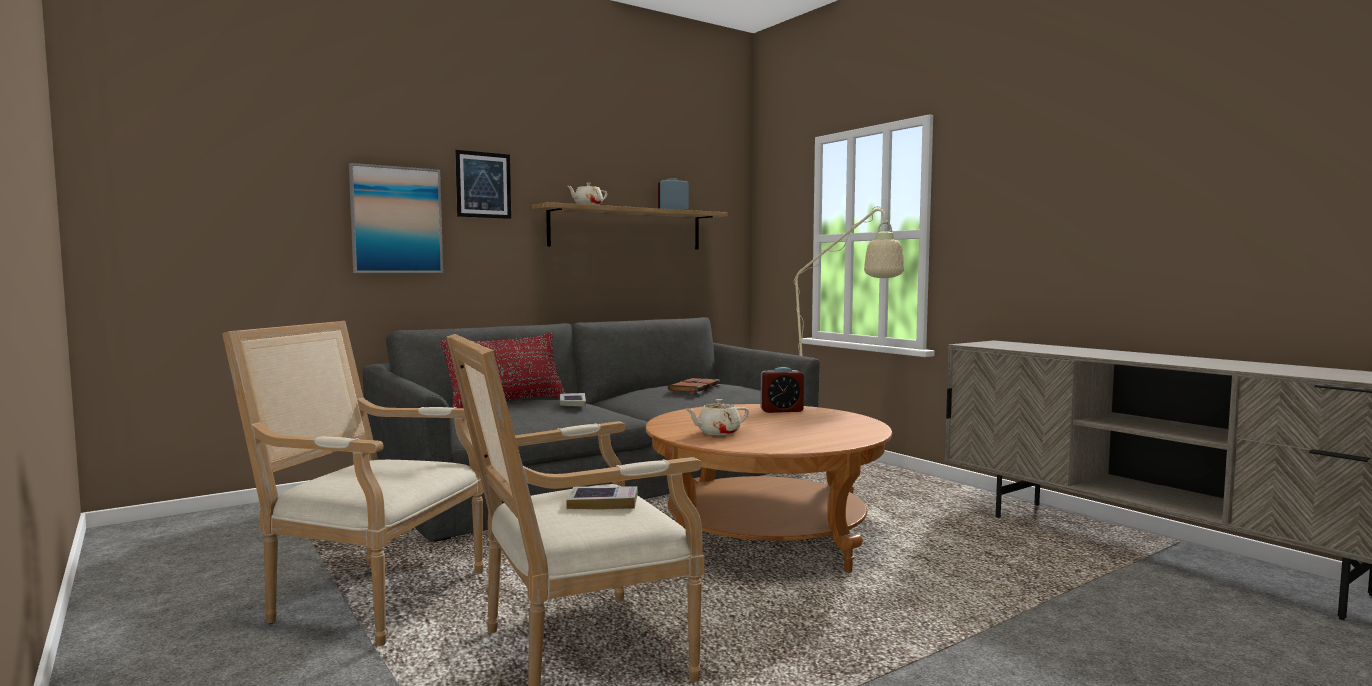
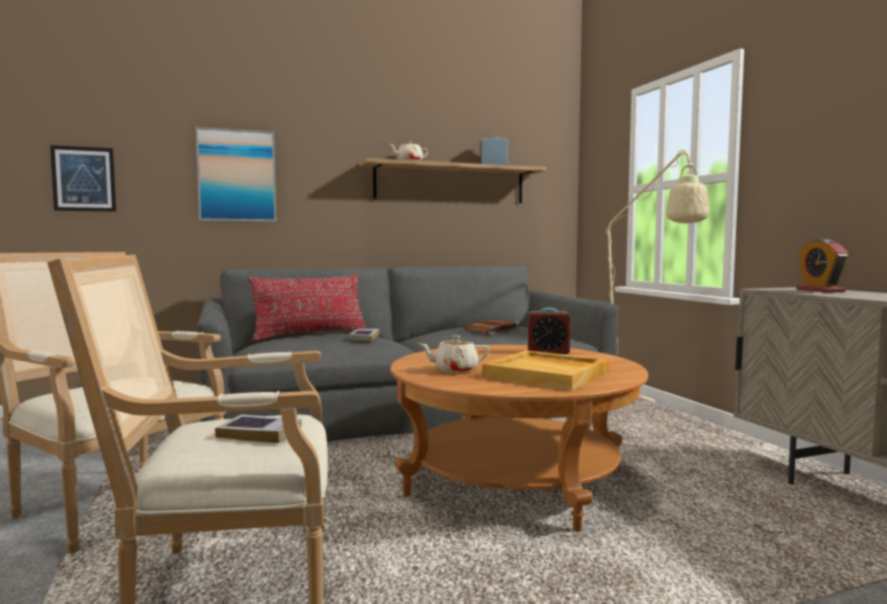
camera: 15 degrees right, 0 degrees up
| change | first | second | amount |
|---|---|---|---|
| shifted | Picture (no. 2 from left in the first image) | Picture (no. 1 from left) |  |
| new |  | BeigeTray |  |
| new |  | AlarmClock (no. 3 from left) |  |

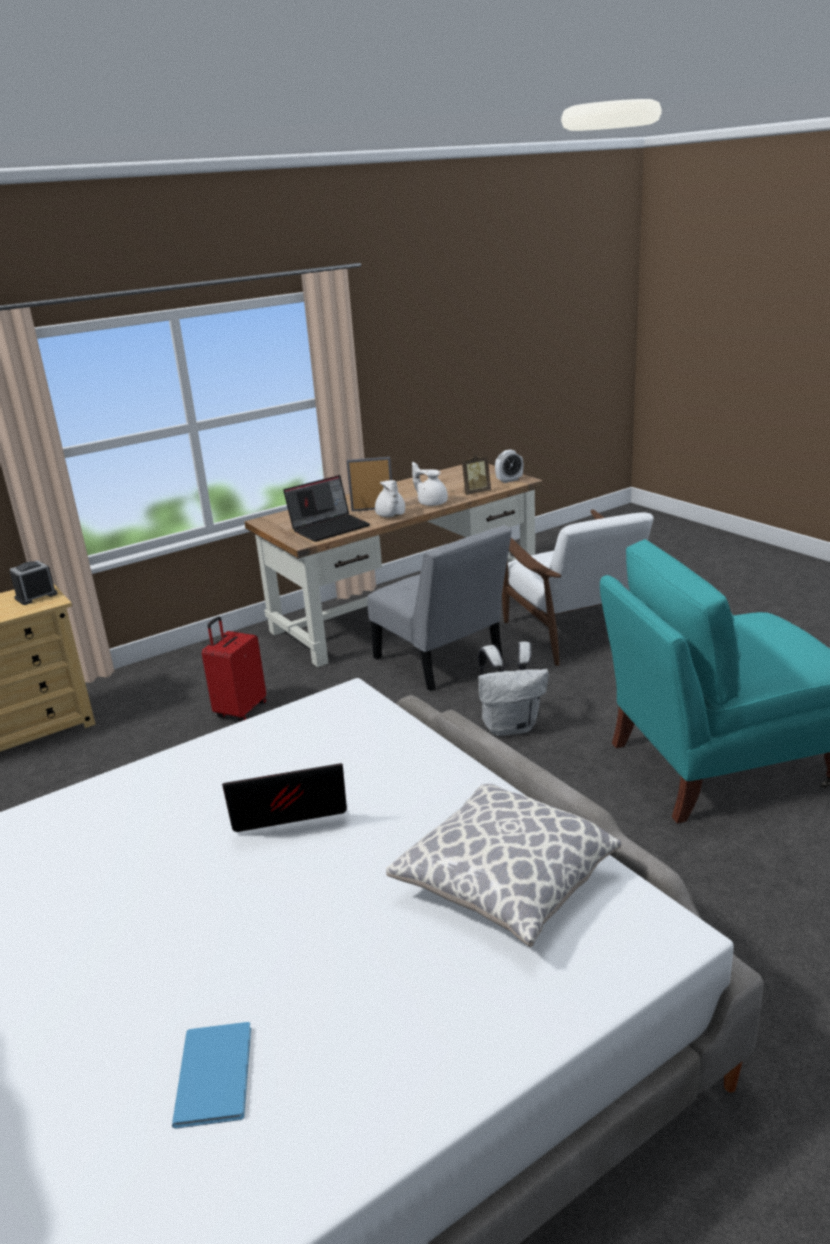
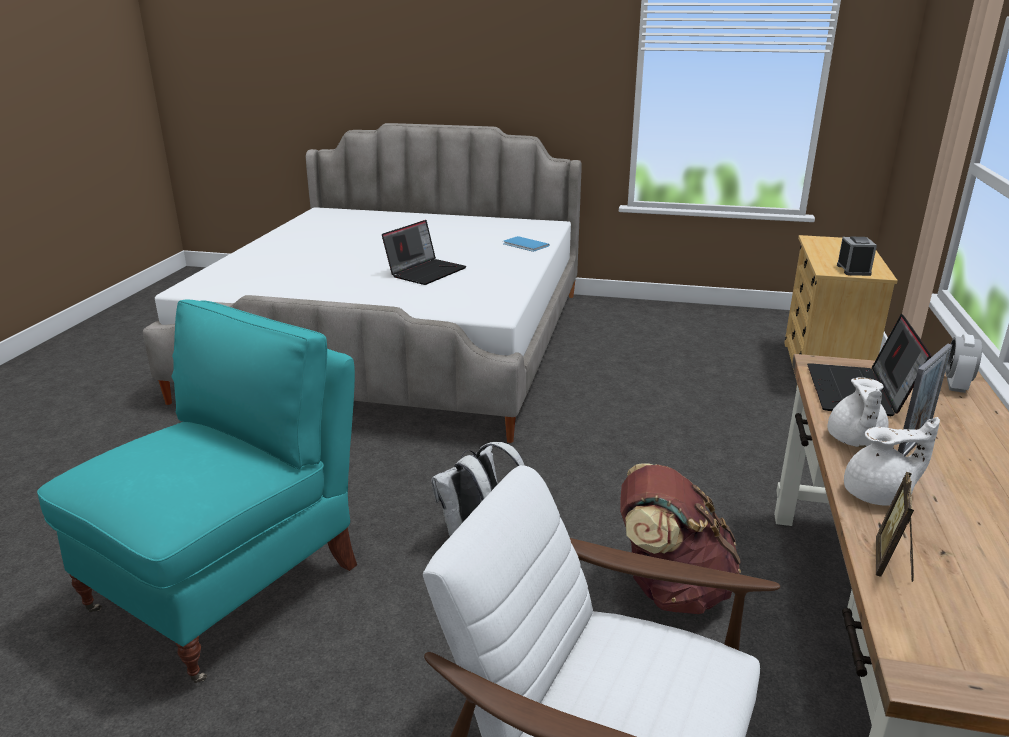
camera: 135 degrees right, 0 degrees up
| change | first | second | amount |
|---|---|---|---|
| shifted | BlueBook |  |  |
| gone | RedSuitcase |  |  |
| swapped | GreyChair | BrownBackpack |  |
| rotated | WhiteTeapot (no. 1 from left) |  | 105 degrees counterclockwise |
| gone | Pillow |  |  |
| shifted | AlarmClock (no. 2 from left) |  |  |

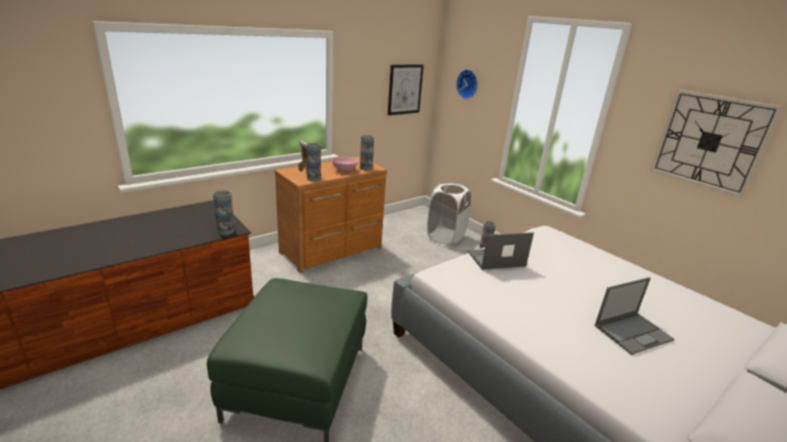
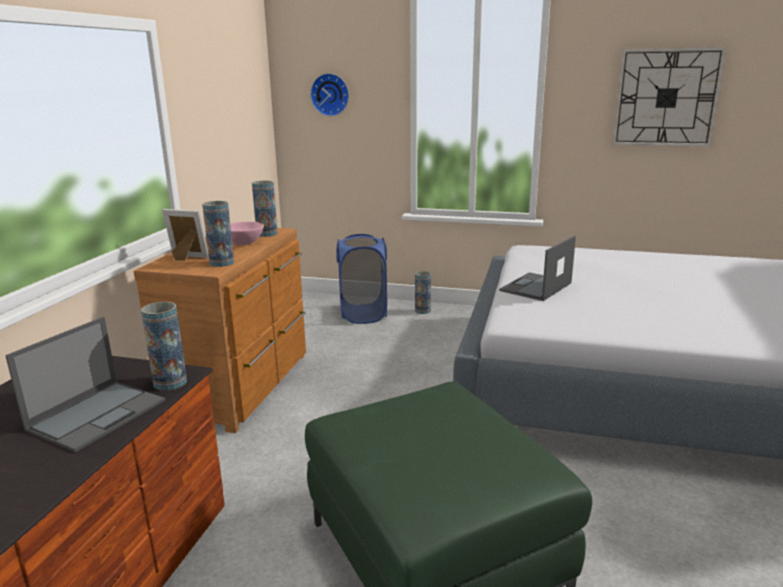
camera: 35 degrees left, 5 degrees down
| change | first | second | amount |
|---|---|---|---|
| gone | Picture |  |  |
| repainted | WhiteLaundryBasket | BlueLaundryBasket |  |
| shifted | Laptop (no. 2 from left in the first image) | Laptop (no. 1 from left) |  |

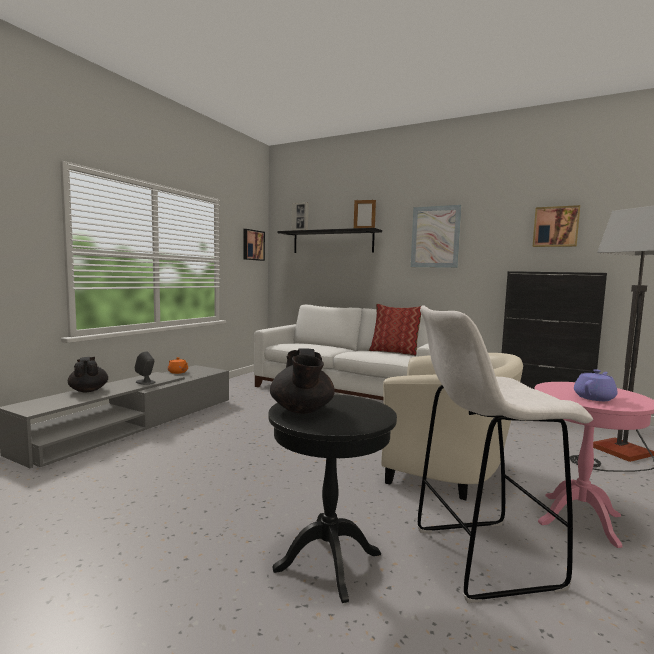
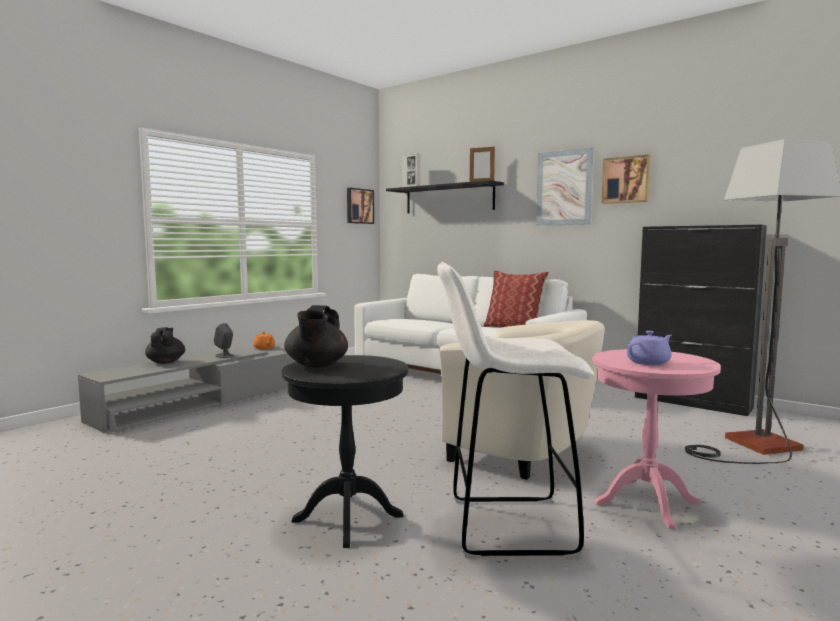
camera: 10 degrees right, 0 degrees up
| change | first | second | amount |
|---|---|---|---|
| shifted | Picture (no. 3 from left) |  |  |

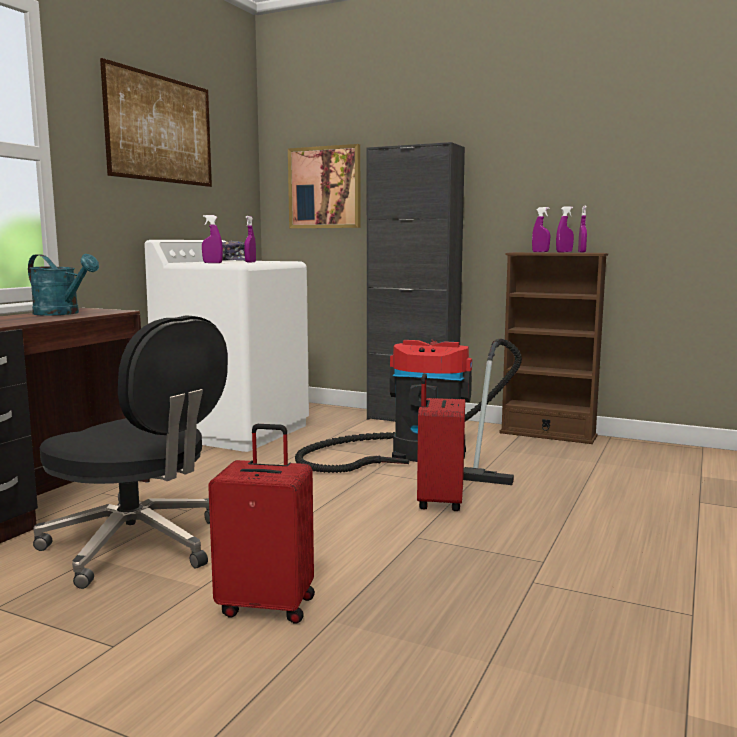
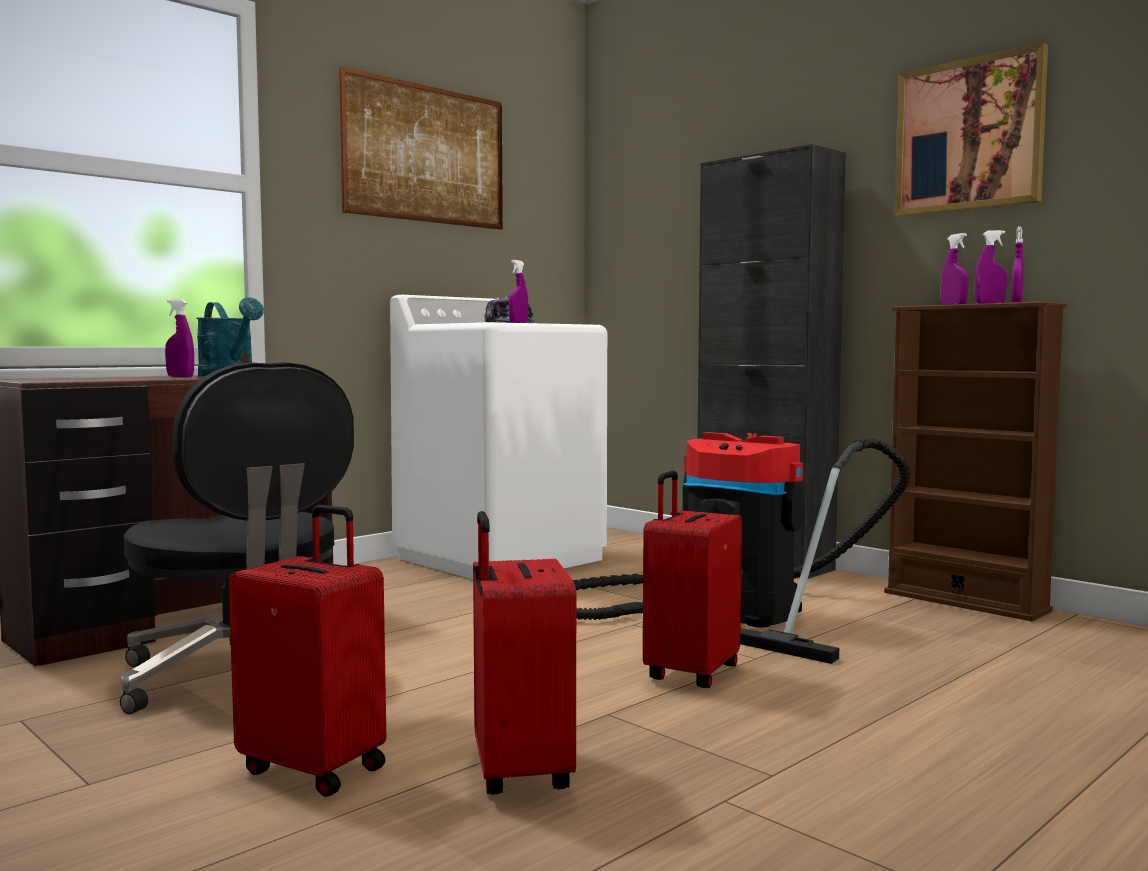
camera: 20 degrees right, 5 degrees down
| change | first | second | amount |
|---|---|---|---|
| shifted | PurpleSprayBottle (no. 1 from left) |  |  |
| shifted | Picture (no. 2 from left) |  |  |
| new |  | RedSuitcase (no. 2 from left) |  |

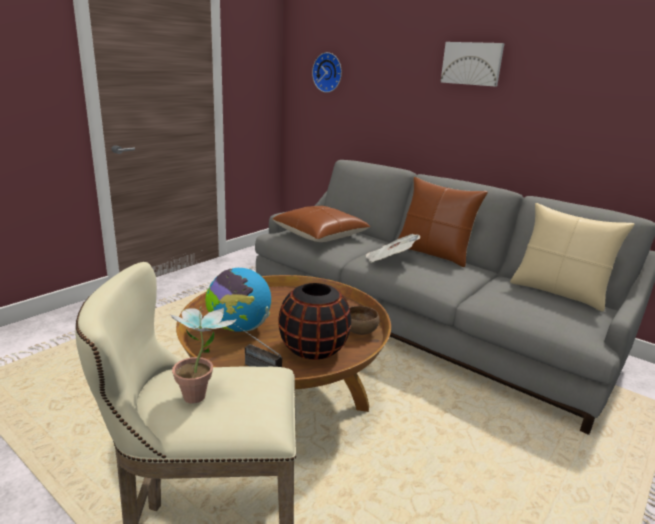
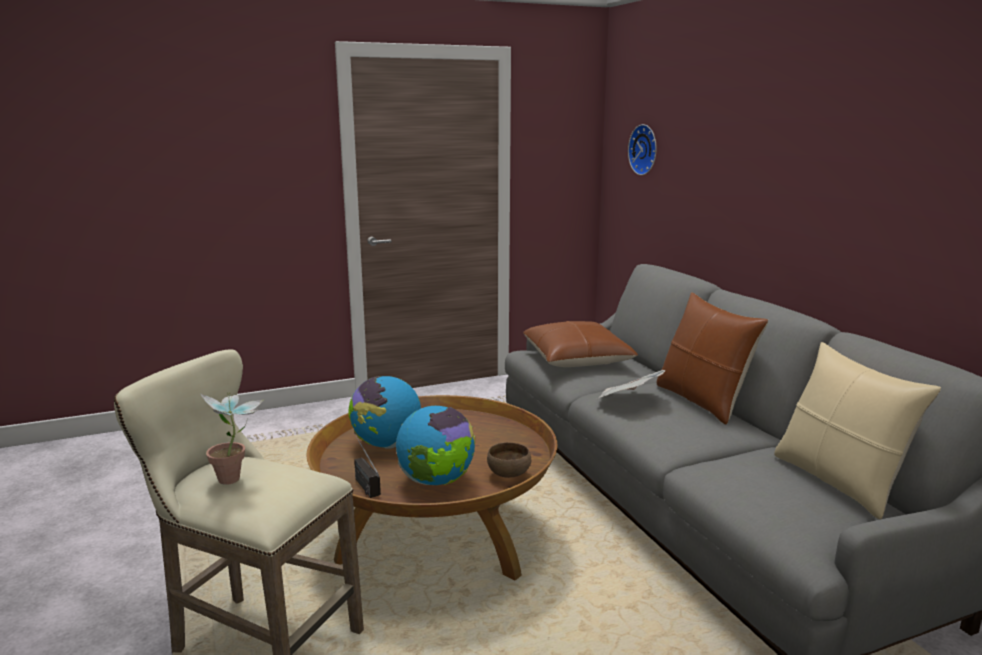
camera: 30 degrees right, 5 degrees down
| change | first | second | amount |
|---|---|---|---|
| swapped | BlackVase | Globe (no. 2 from left) |  |
| gone | Picture |  |  |

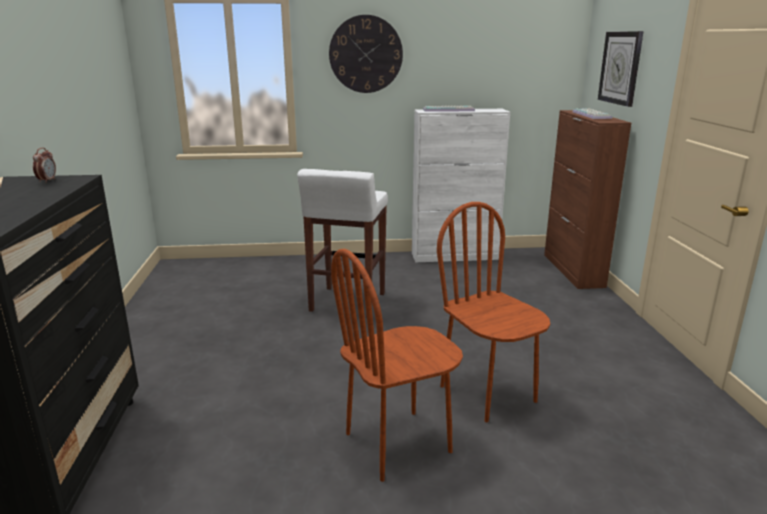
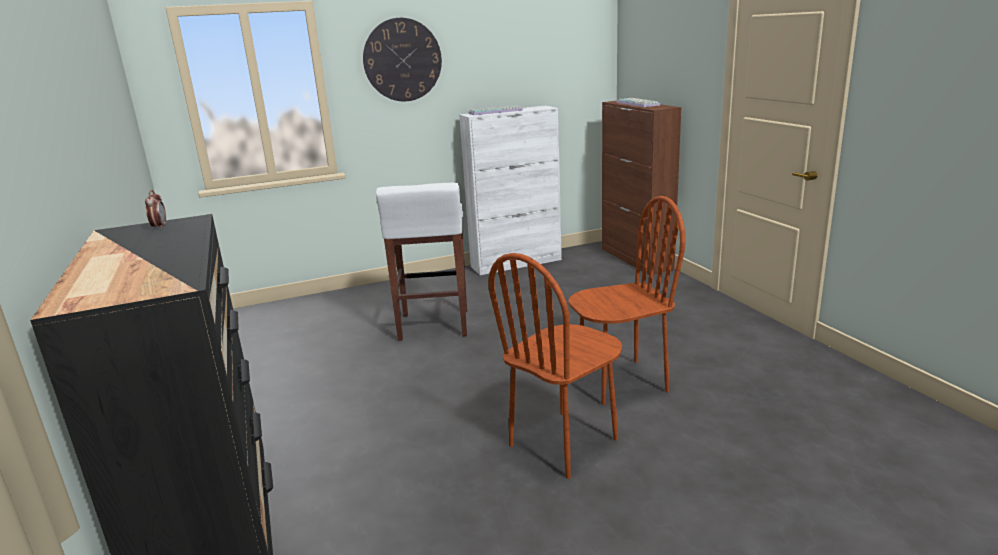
camera: 15 degrees left, 0 degrees up
| change | first | second | amount |
|---|---|---|---|
| rotated | BrownChair (no. 2 from left) |  | 120 degrees clockwise |
| gone | WallClock (no. 2 from left) |  |  |

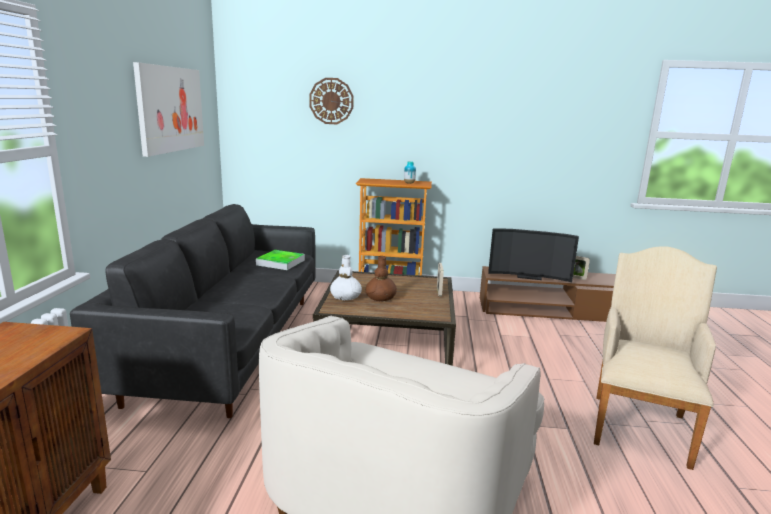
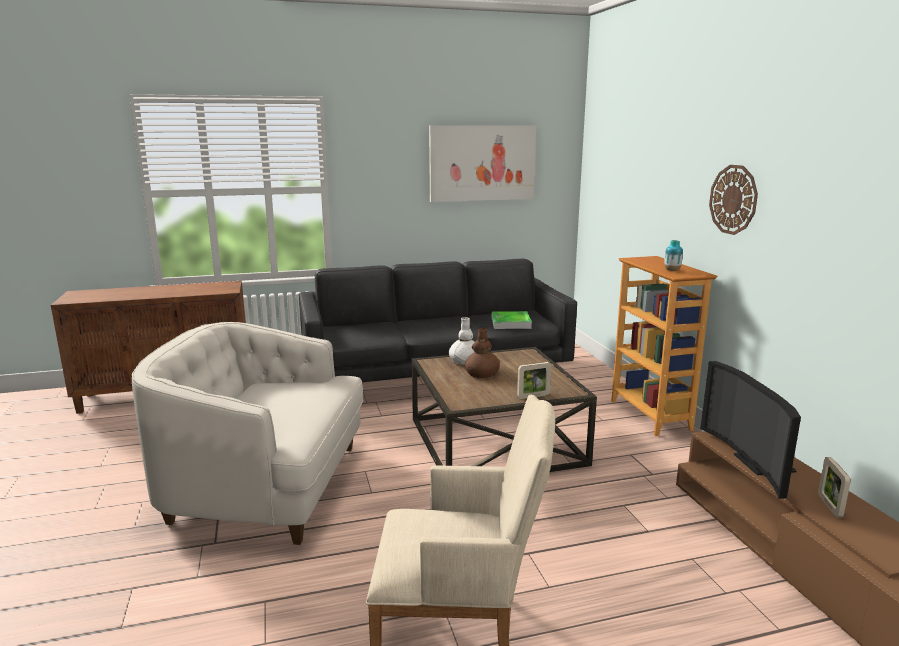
camera: 70 degrees right, 0 degrees up
| change | first | second | amount |
|---|---|---|---|
| shifted | WallClock |  |  |

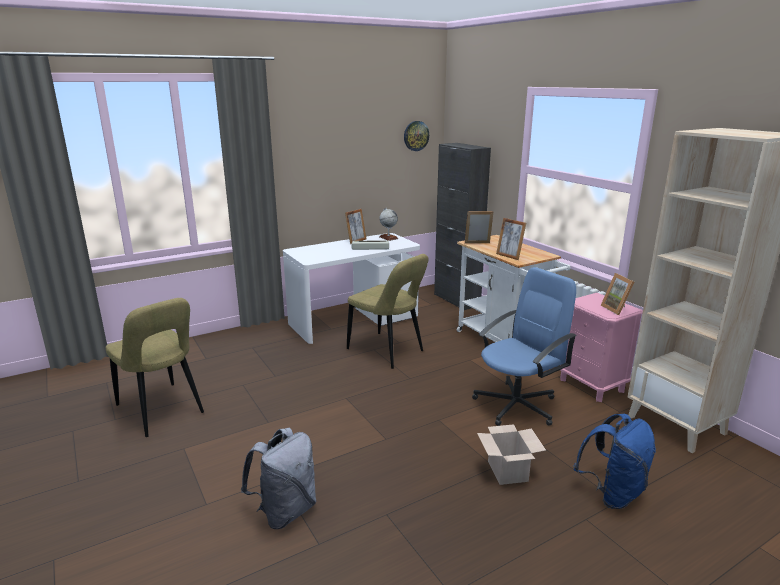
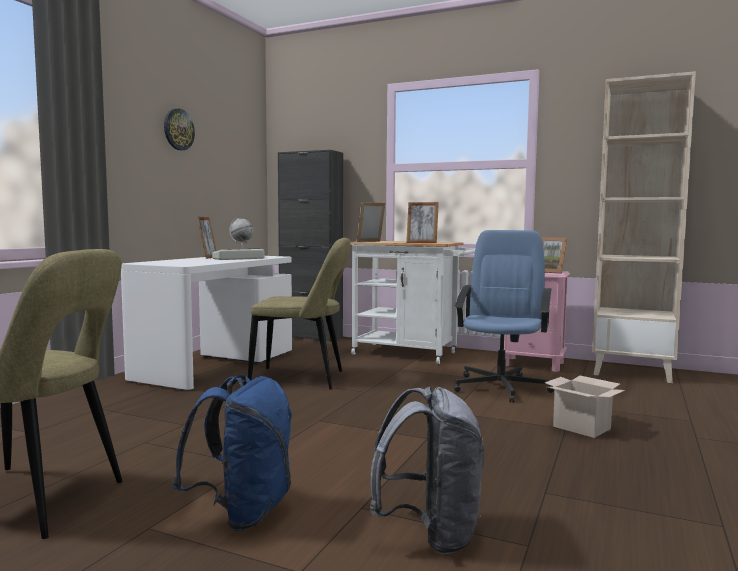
camera: 35 degrees left, 15 degrees down
| change | first | second | amount |
|---|---|---|---|
| shifted | WallClock |  |  |
| shifted | BlueBackpack |  |  |

